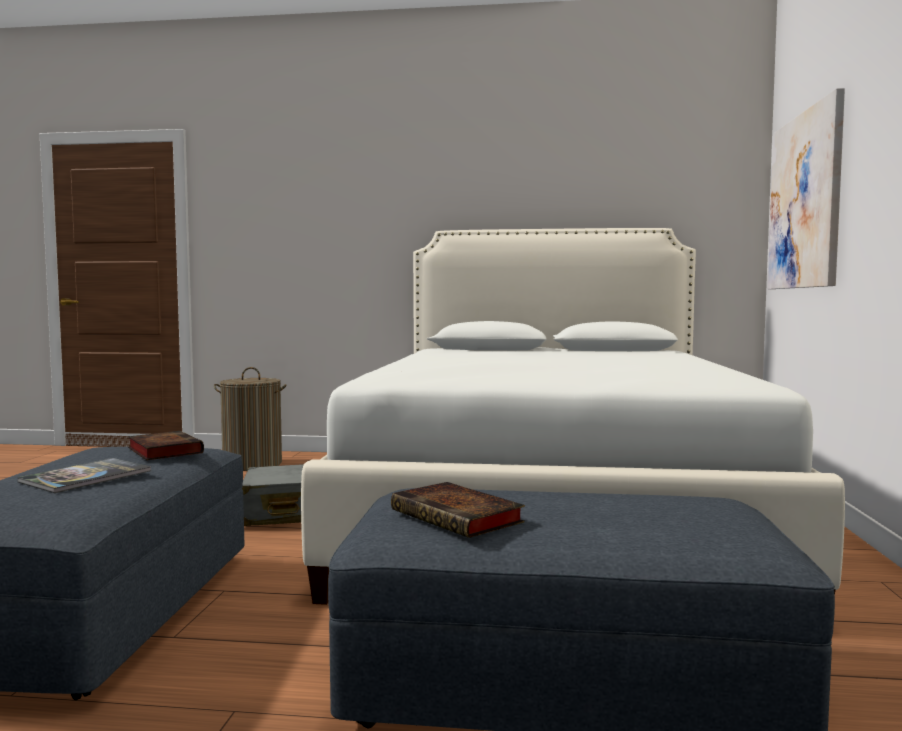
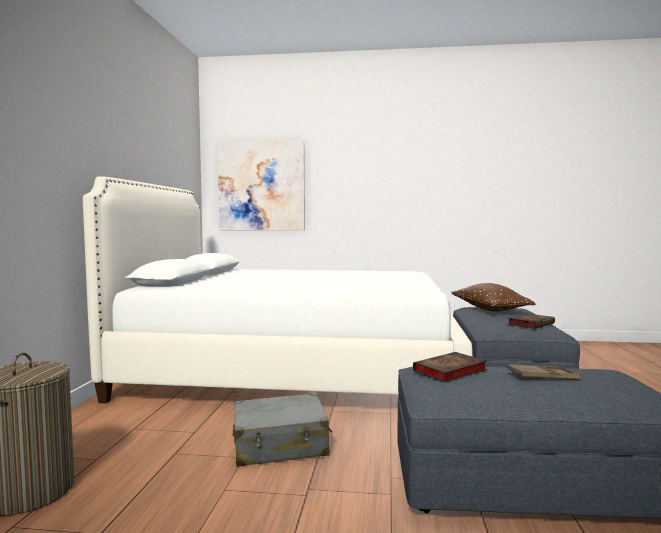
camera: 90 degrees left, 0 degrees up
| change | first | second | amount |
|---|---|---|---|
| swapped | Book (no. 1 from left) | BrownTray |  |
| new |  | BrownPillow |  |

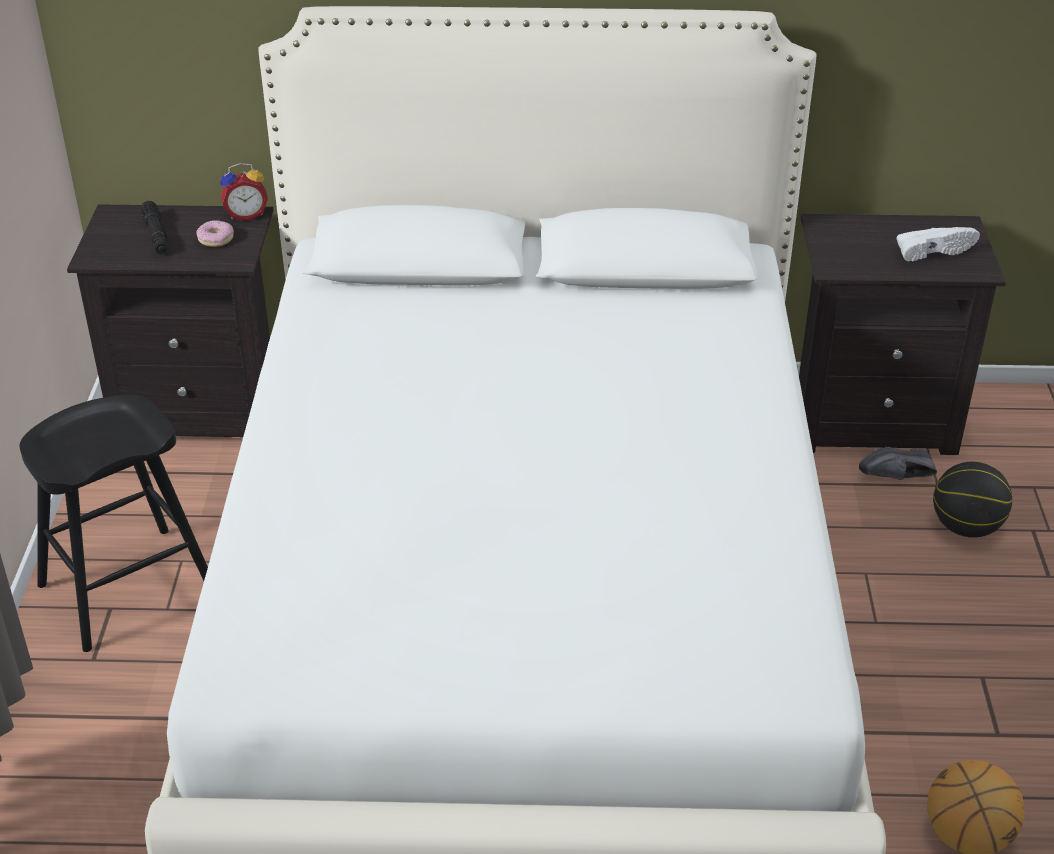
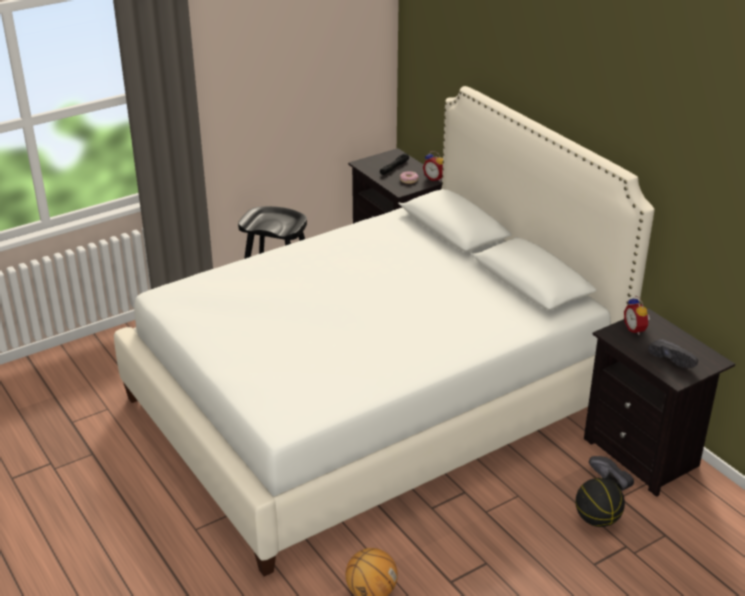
camera: 55 degrees right, 5 degrees down
| change | first | second | amount |
|---|---|---|---|
| repainted | WhiteShoe | BlackShoe (no. 2 from left) |  |
| new |  | AlarmClock (no. 2 from left) |  |

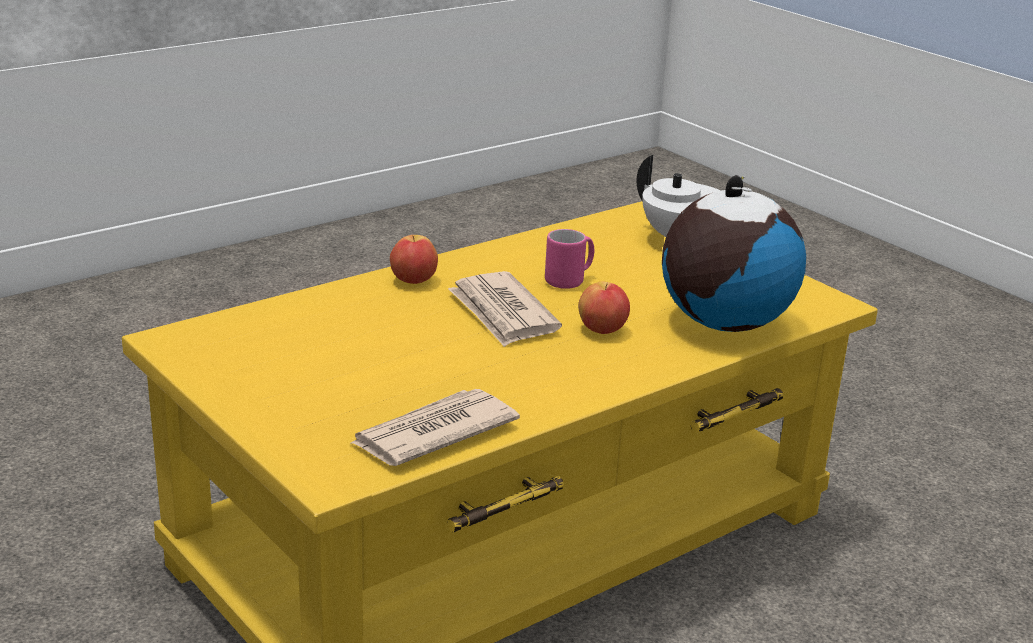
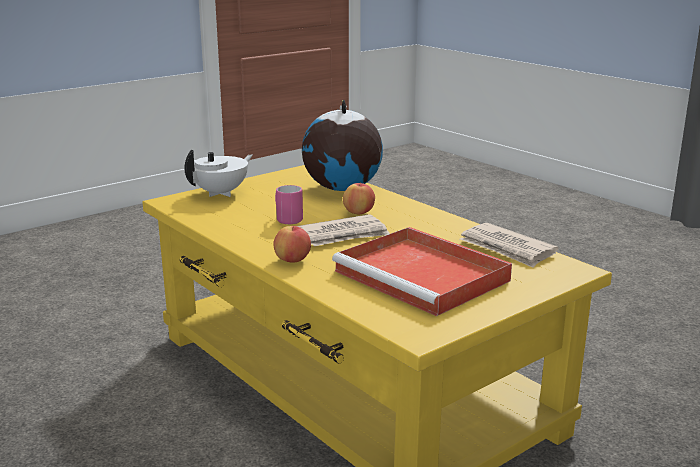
camera: 90 degrees left, 5 degrees down
| change | first | second | amount |
|---|---|---|---|
| new |  | RedTray |  |

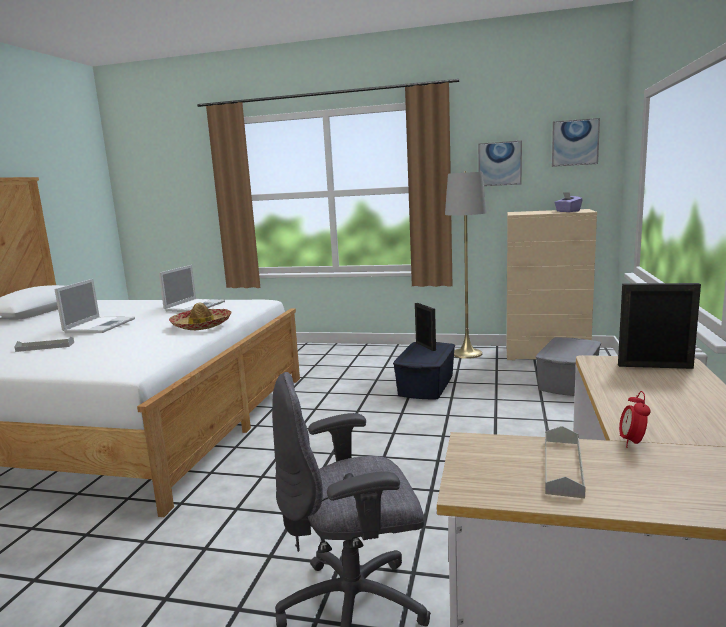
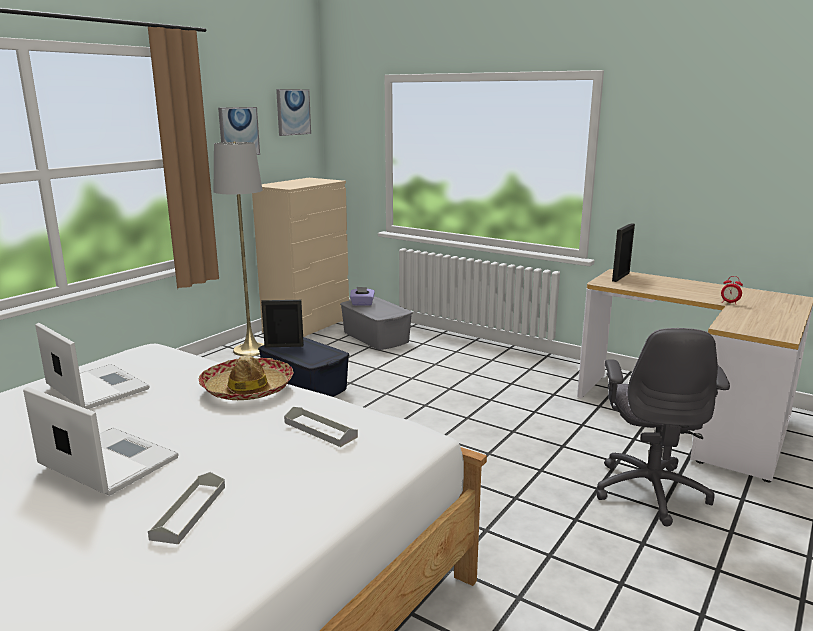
camera: 70 degrees left, 5 degrees up
| change | first | second | amount |
|---|---|---|---|
| shifted | GreyTray (no. 2 from left) |  |  |
| shifted | PurpleTissueBox |  |  |

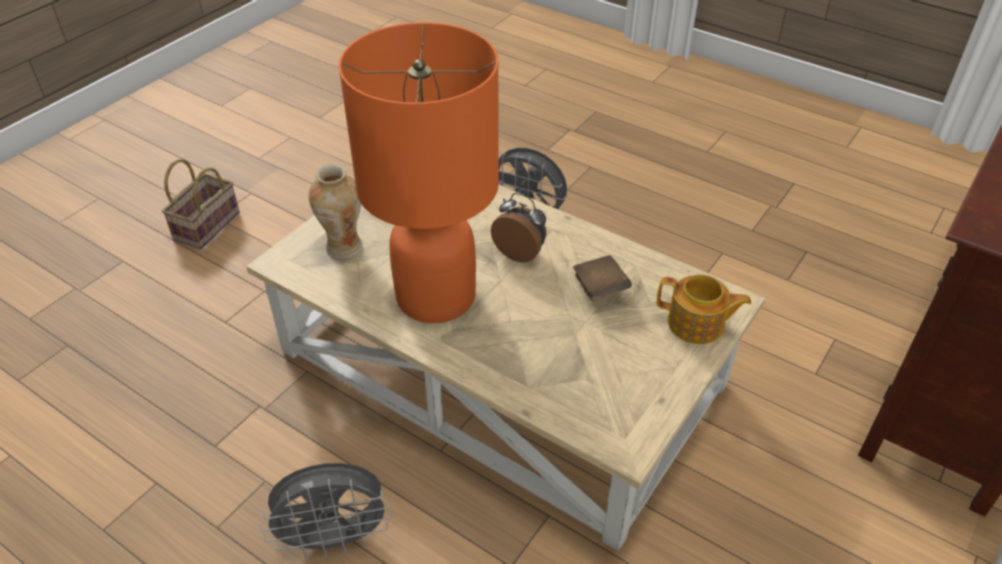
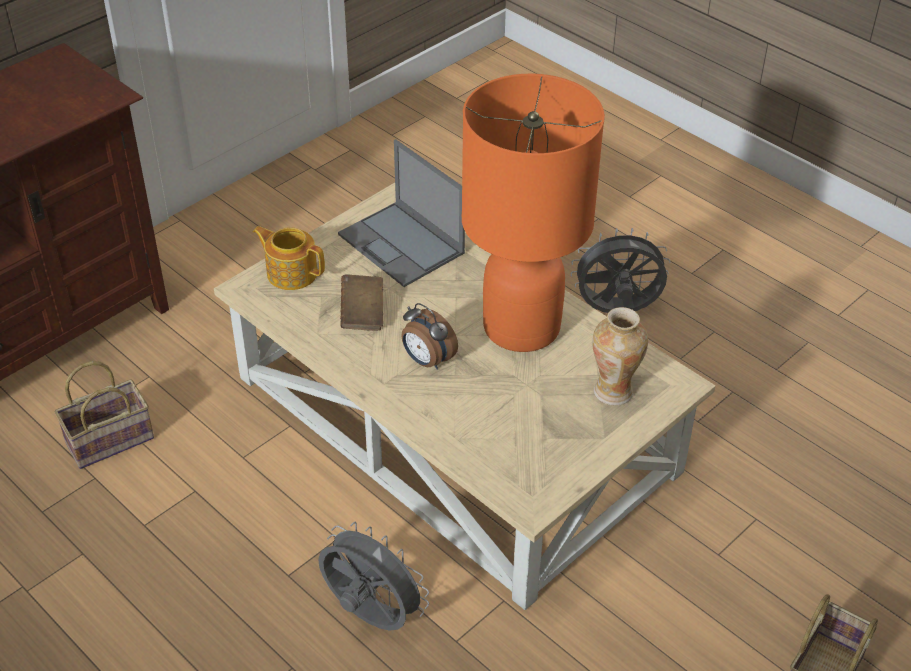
camera: 170 degrees left, 0 degrees up
| change | first | second | amount |
|---|---|---|---|
| new |  | Basket (no. 1 from left) |  |
| new |  | Laptop |  |

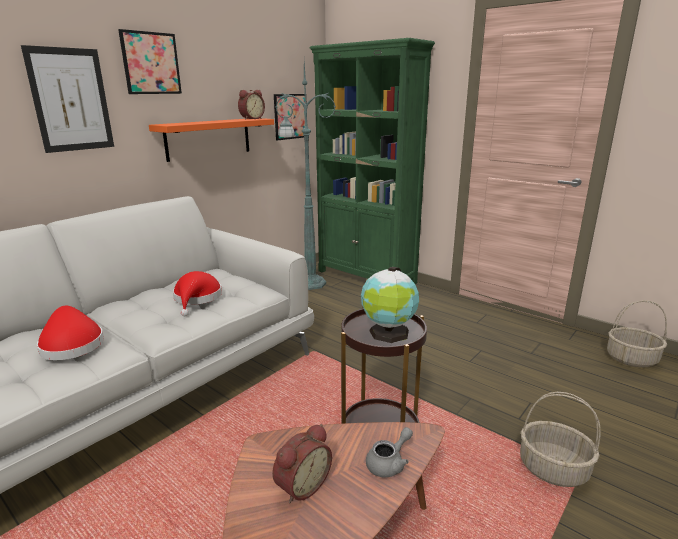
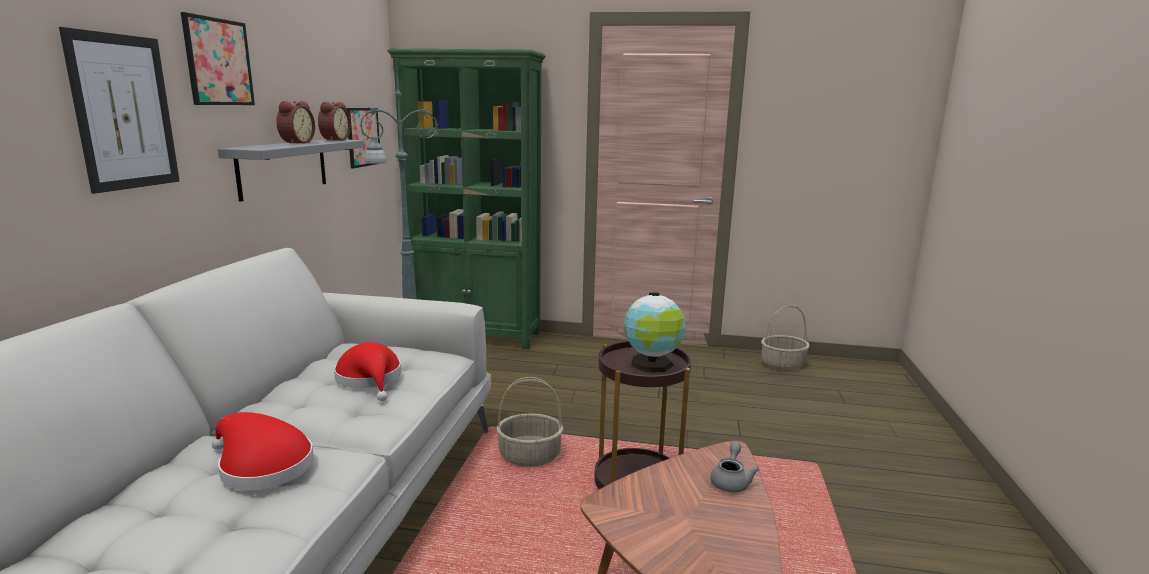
camera: 30 degrees left, 5 degrees down
| change | first | second | amount |
|---|---|---|---|
| repainted | OrangeShelf | GreyShelf |  |
| shifted | AlarmClock (no. 2 from left in the first image) | AlarmClock (no. 1 from left) |  |
| shifted | Basket (no. 1 from left) |  |  |

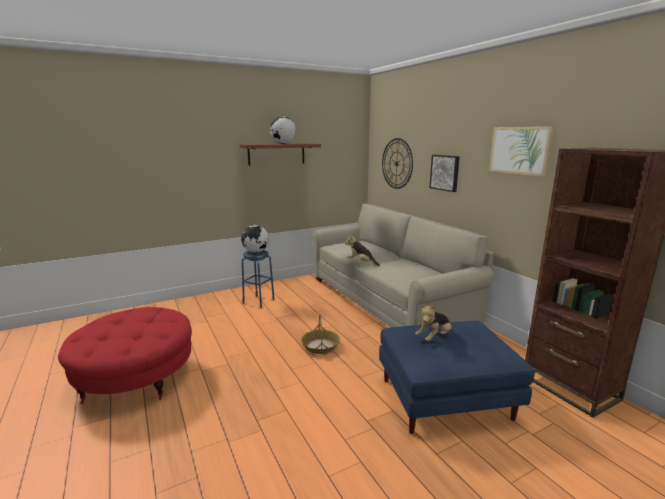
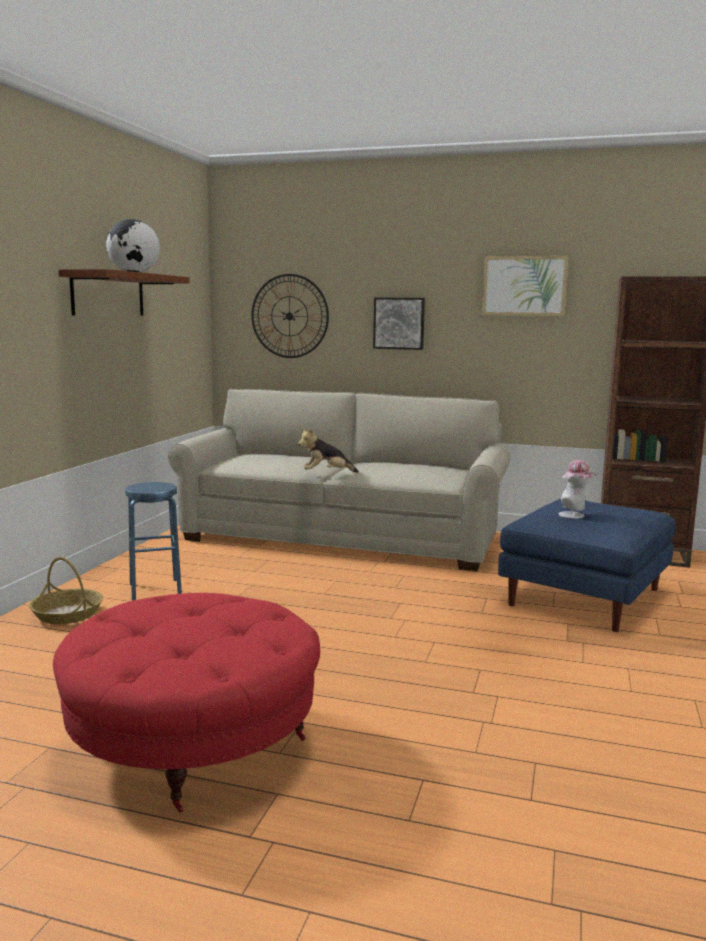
camera: 45 degrees left, 5 degrees down
| change | first | second | amount |
|---|---|---|---|
| gone | Globe (no. 1 from left) |  |  |
| shifted | Basket |  |  |
| swapped | PlushToy (no. 2 from left) | Hat |  |

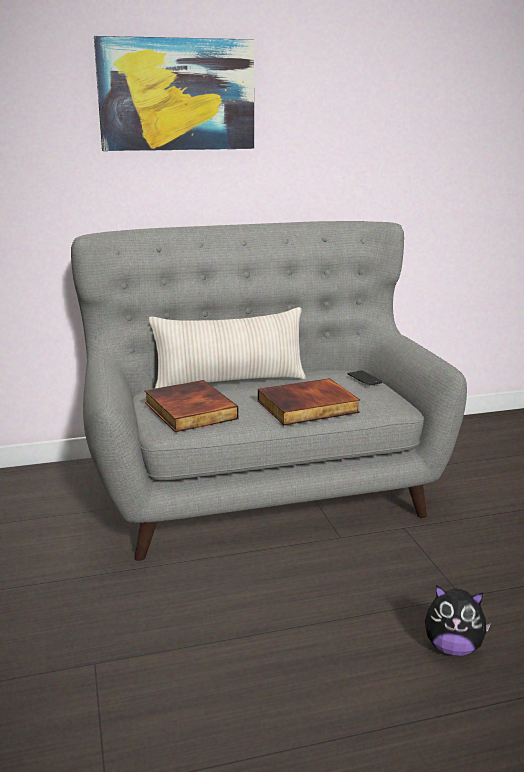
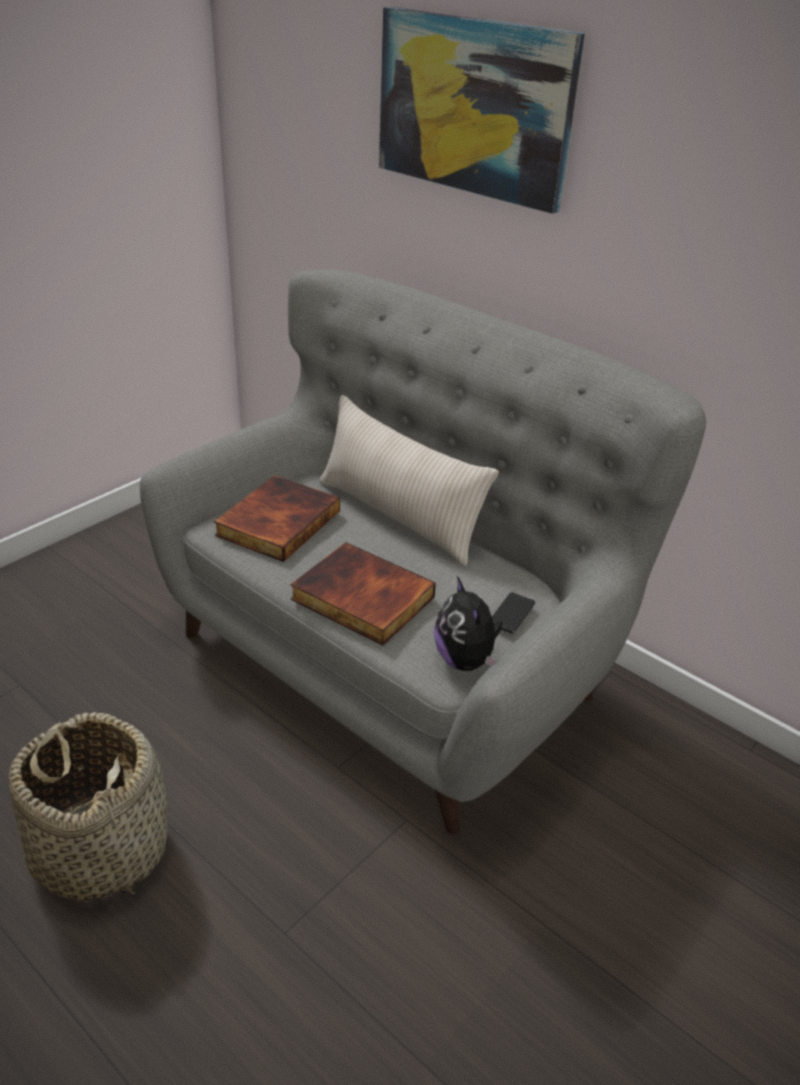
camera: 55 degrees right, 15 degrees up
| change | first | second | amount |
|---|---|---|---|
| shifted | PlushToy |  |  |
| new |  | Basket |  |

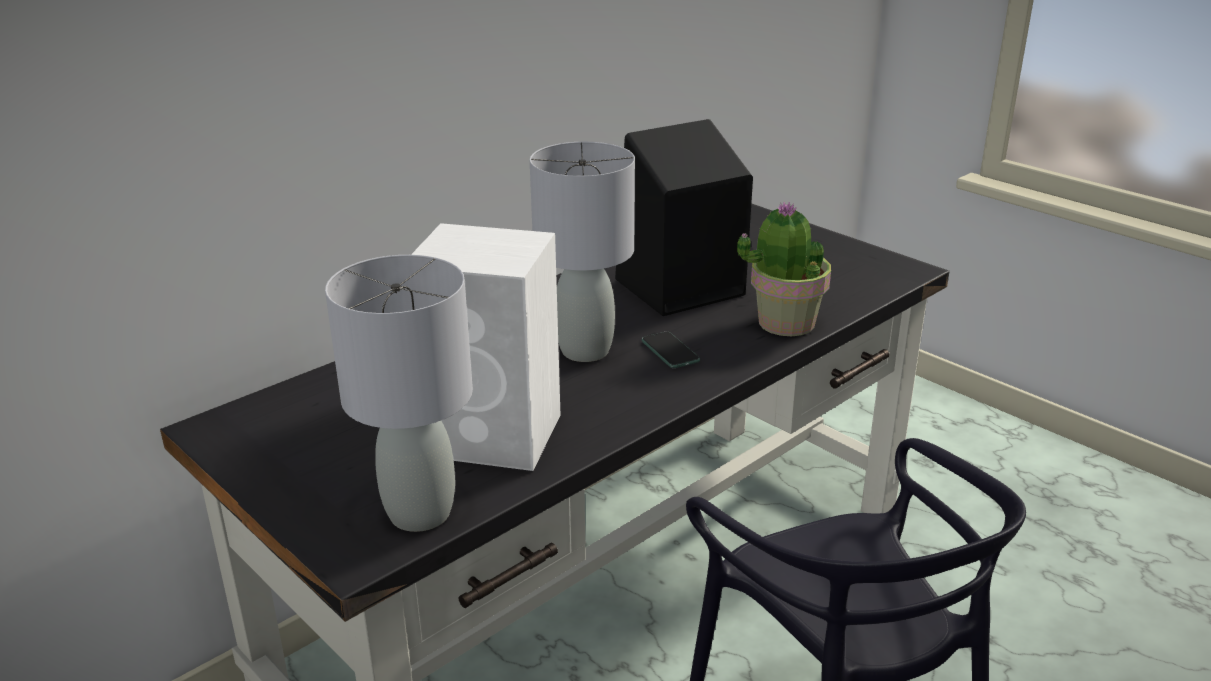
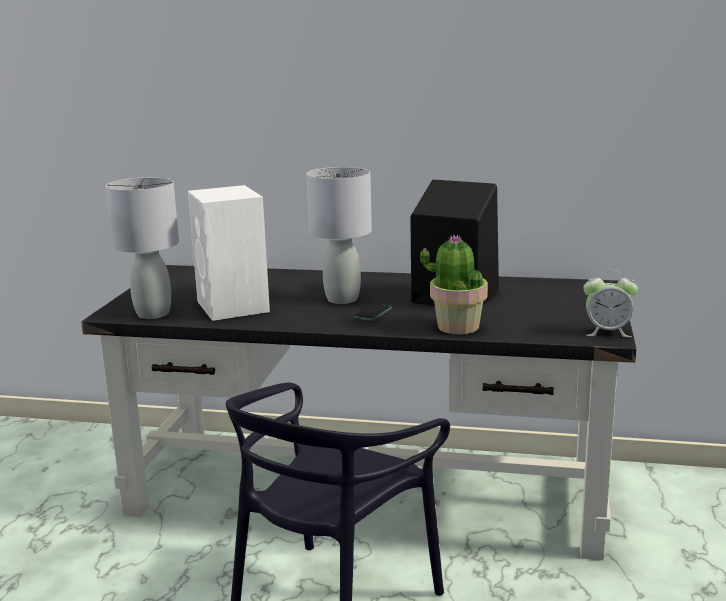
camera: 55 degrees right, 10 degrees down
| change | first | second | amount |
|---|---|---|---|
| new |  | AlarmClock |  |

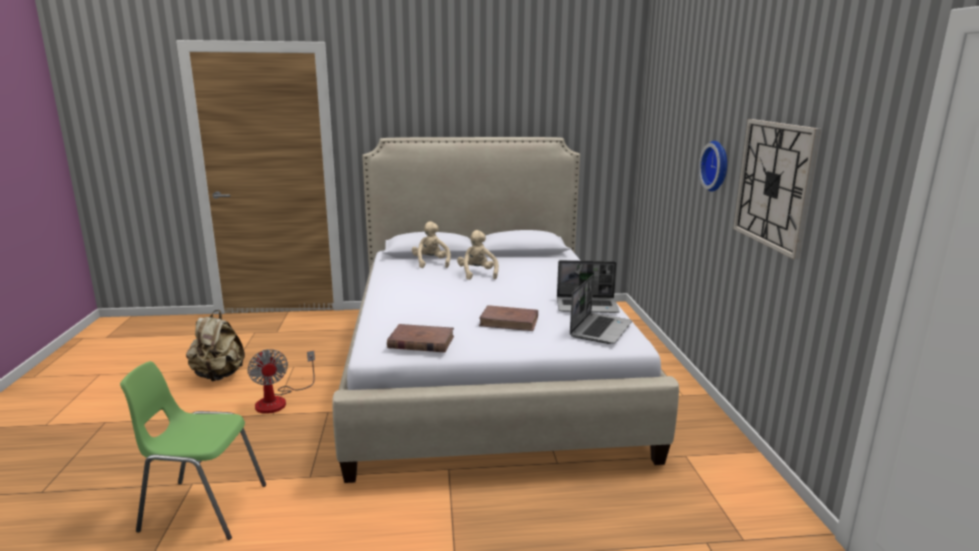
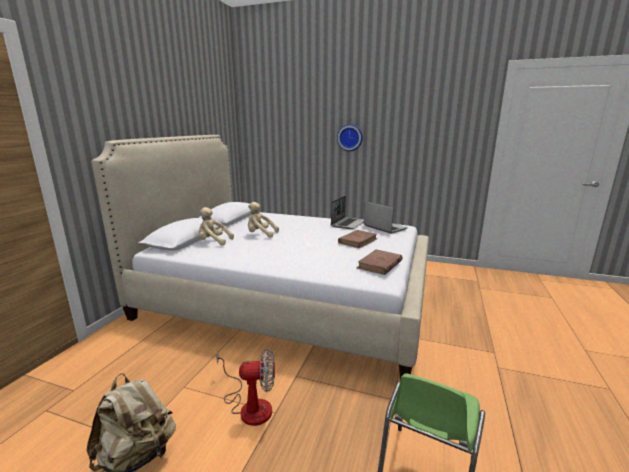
camera: 65 degrees left, 0 degrees up
| change | first | second | amount |
|---|---|---|---|
| gone | WallClock (no. 2 from left) |  |  |

